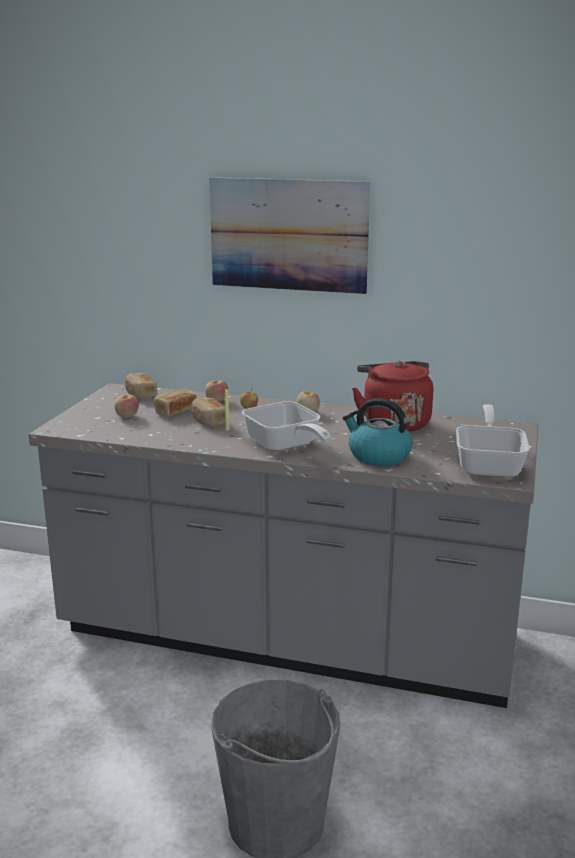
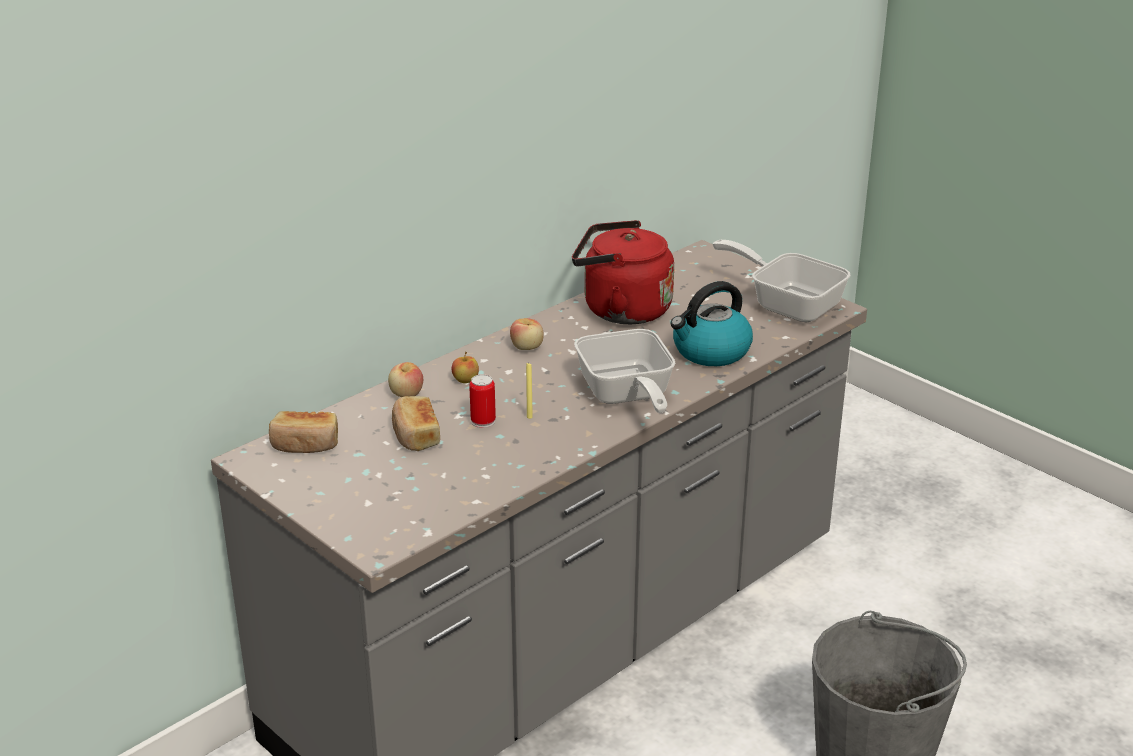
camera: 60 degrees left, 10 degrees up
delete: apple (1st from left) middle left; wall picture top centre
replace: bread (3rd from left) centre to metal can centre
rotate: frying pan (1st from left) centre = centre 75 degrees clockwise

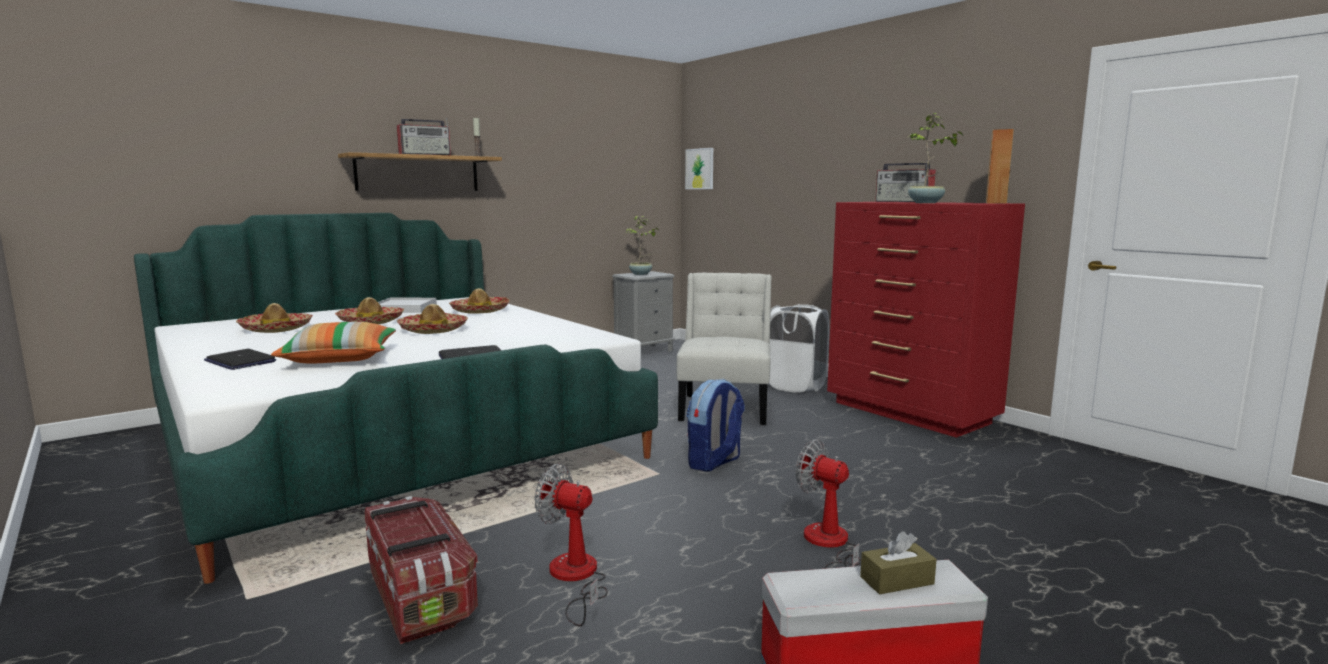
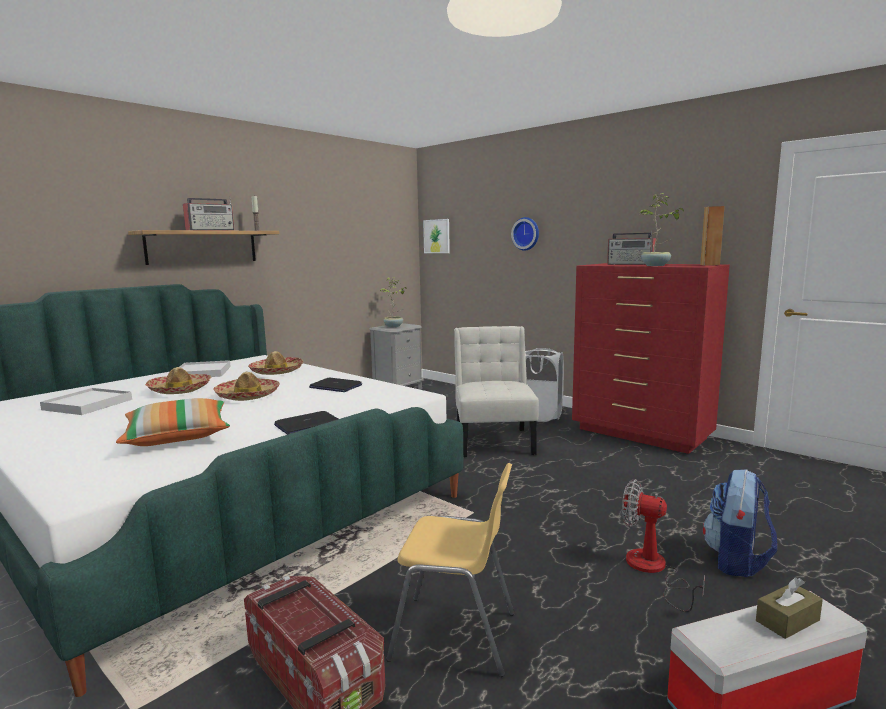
camera: 10 degrees left, 0 degrees up
insert: wall clock top centre
move: portable computer (1st from left in the first image) middle left to portable computer (2nd from left) centre; rucksack centre to bottom right
replace: wearable hat (1st from left) middle left to white serving tray (1st from left) middle left; electric fan (1st from left) bottom centre to yellow chair bottom centre

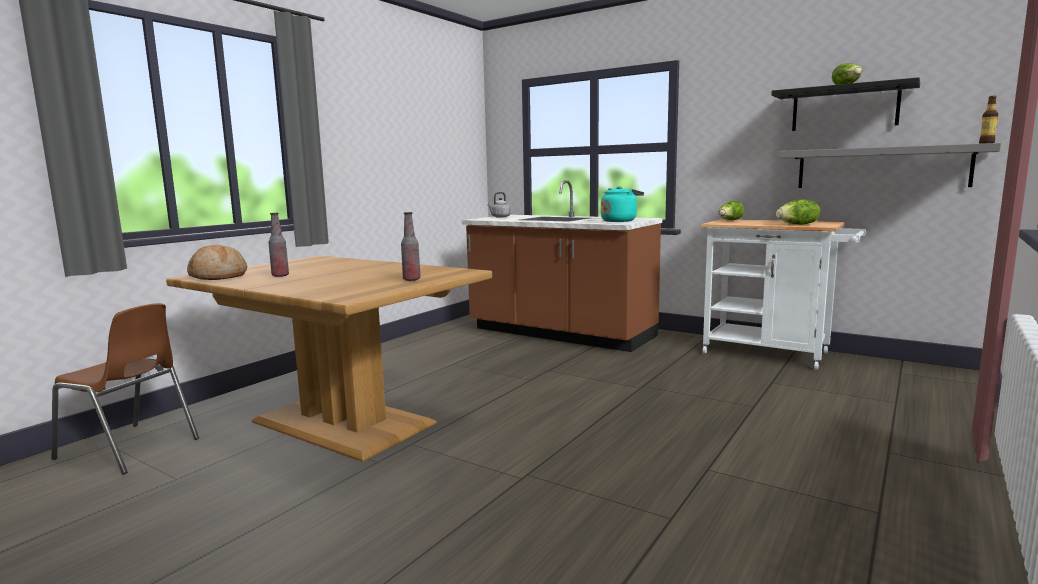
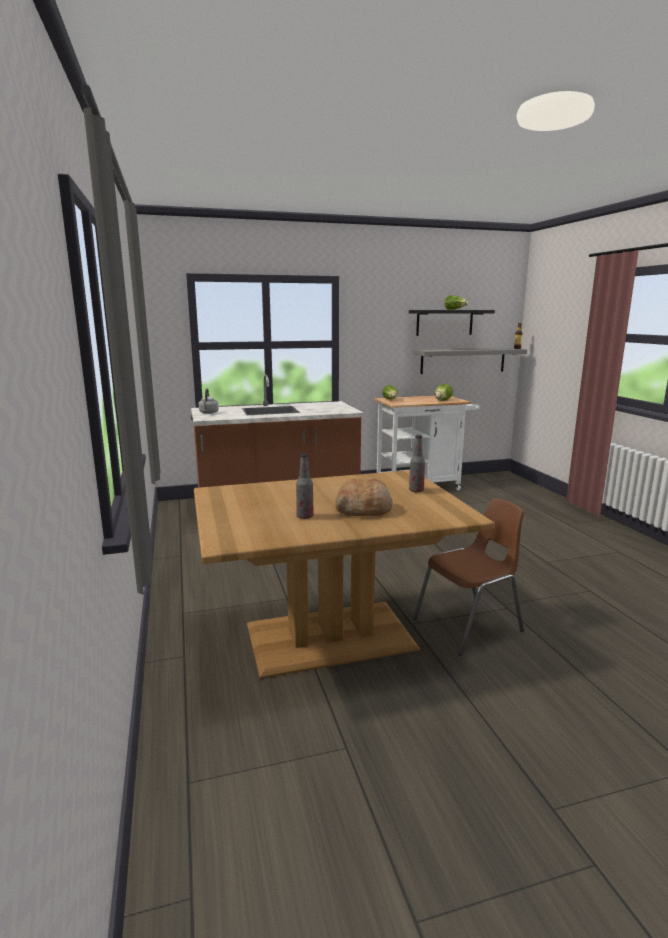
camera: 50 degrees left, 5 degrees up
delete: turquoise-coloured tea kettle centre
move: brown-coloured chair middle left to middle right; bread middle left to centre

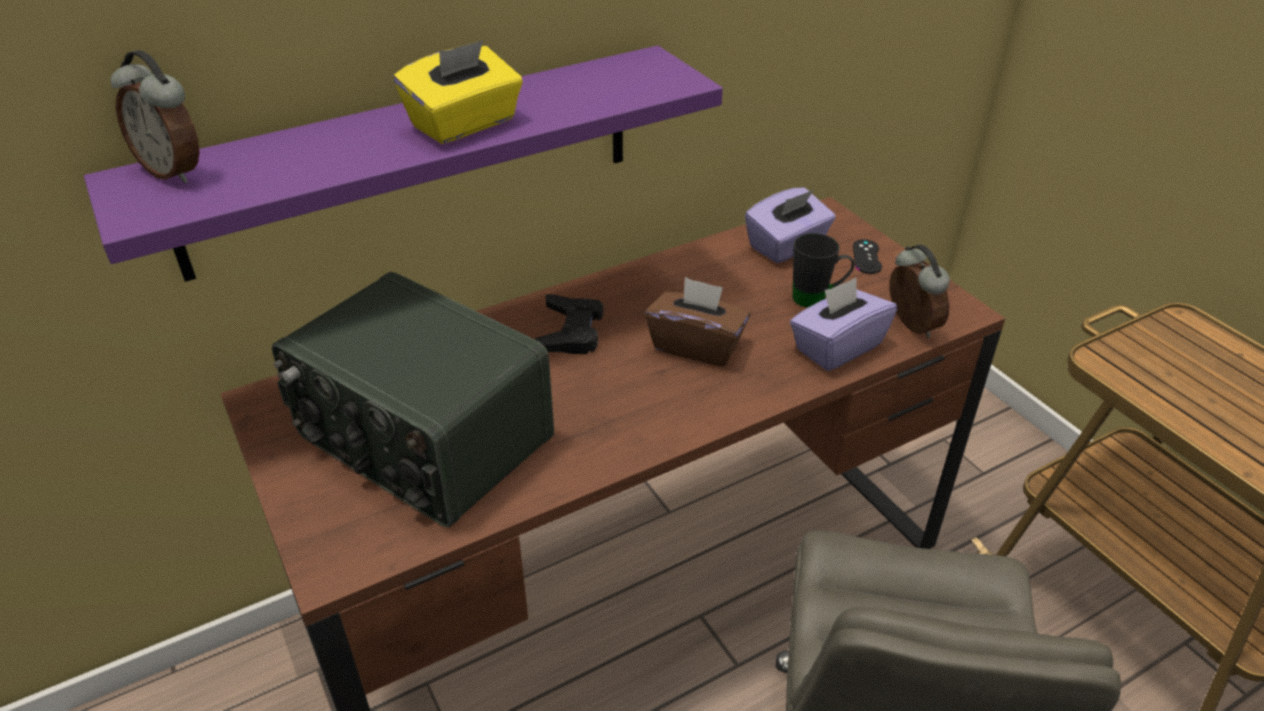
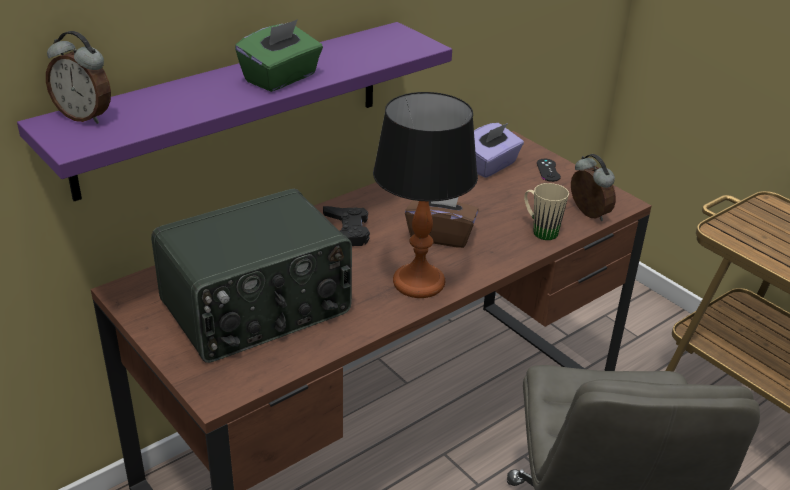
camera: 10 degrees left, 5 degrees down
delete: blackish mug centre
insert: table lamp centre
replace: purple box of tissues (2nd from left) middle right to sand-coloured mug middle right
recolor: yellow box of tissues top centre to green box of tissues top centre
rotate: radio middle left = middle left 60 degrees counterclockwise

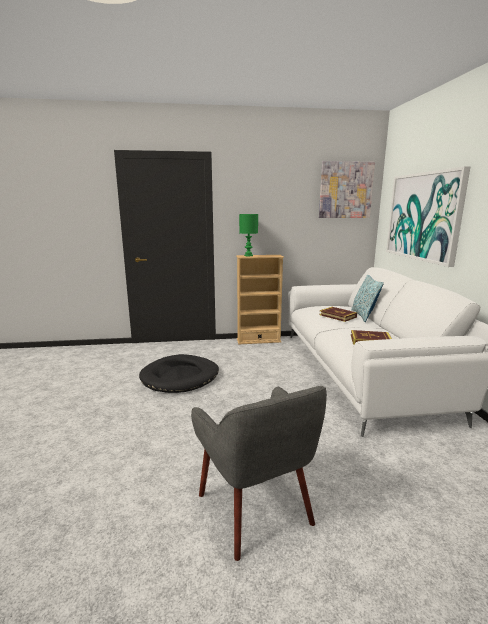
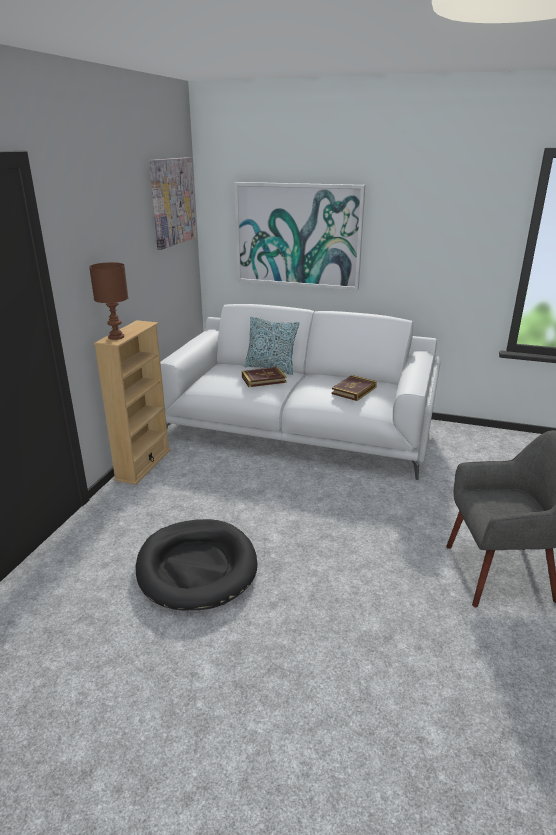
camera: 65 degrees left, 10 degrees up
recolor: green table lamp centre to brown-coloured table lamp middle left

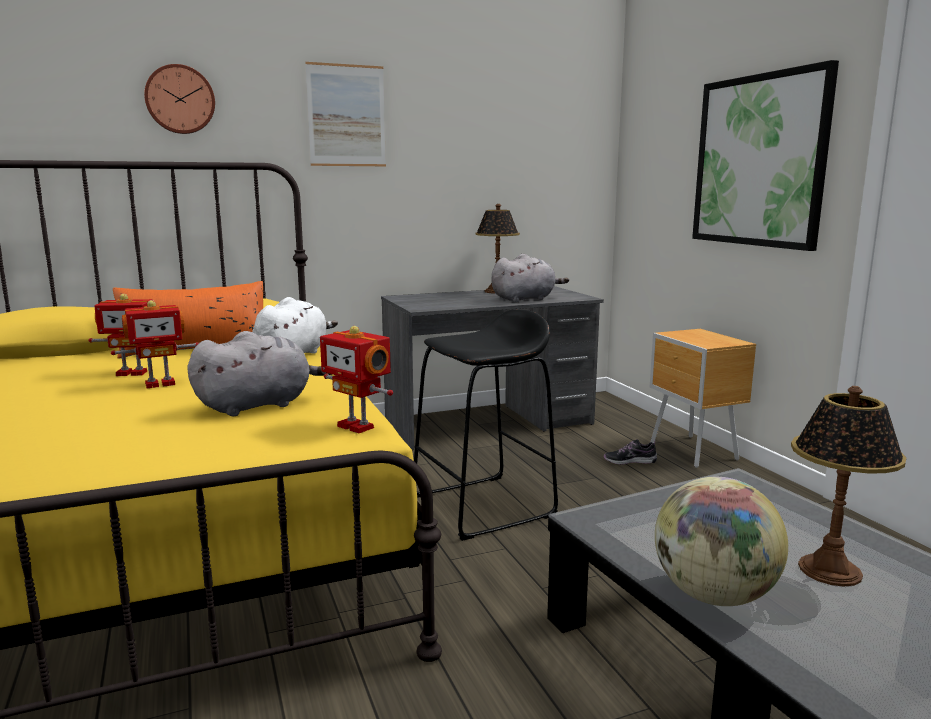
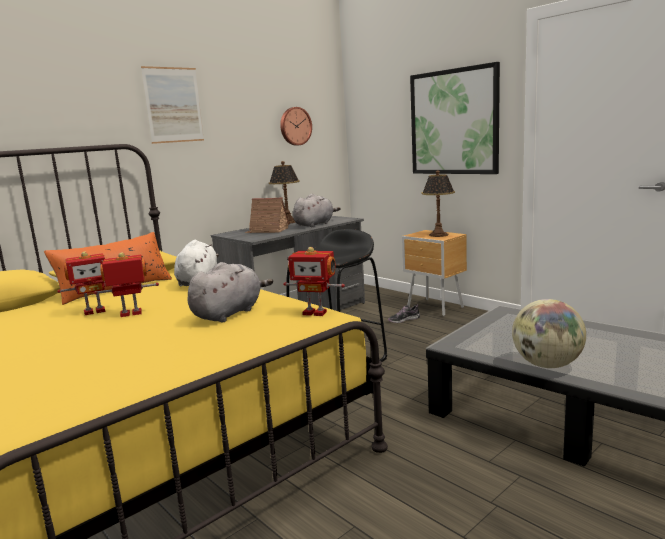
camera: 20 degrees left, 0 degrees up
insert: miniature house centre
move: wall clock top left to top centre; table lamp (2nd from left) bottom right to centre
rotate: robot figure (2nd from left) middle left = middle left 150 degrees counterclockwise

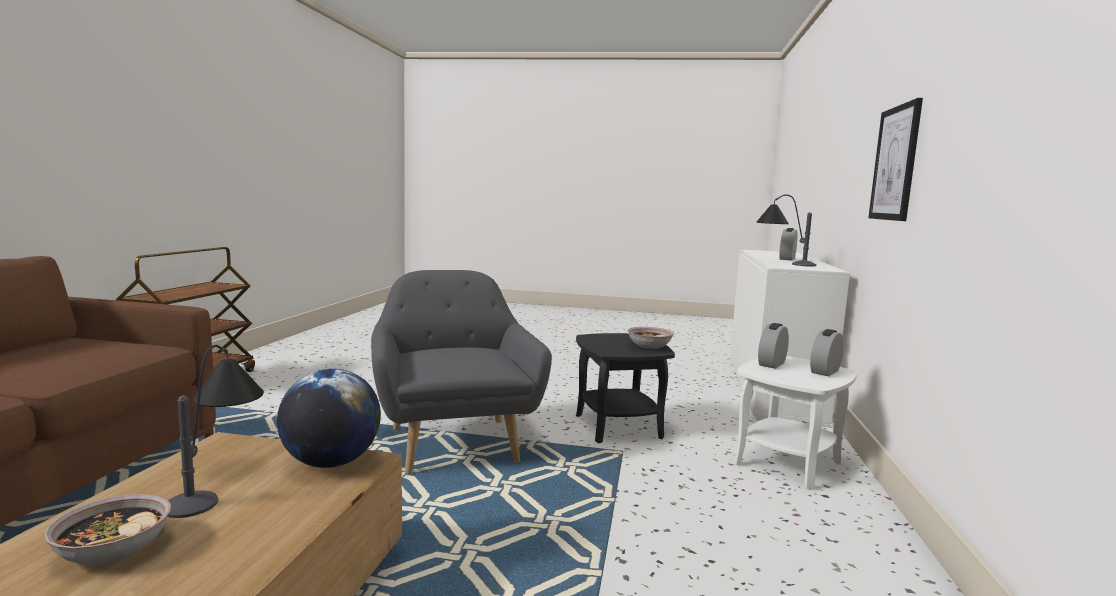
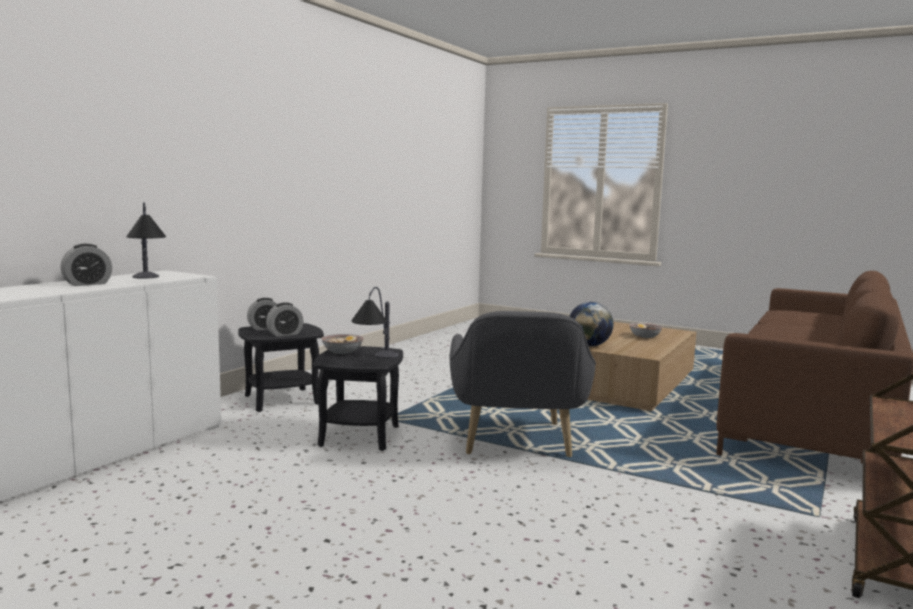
camera: 160 degrees left, 0 degrees up
delete: wall picture top right
move: table lamp (1st from left in the first image) bottom left to table lamp (2nd from left) centre
recolor: white side table bottom right to blackish side table (1st from left) middle left

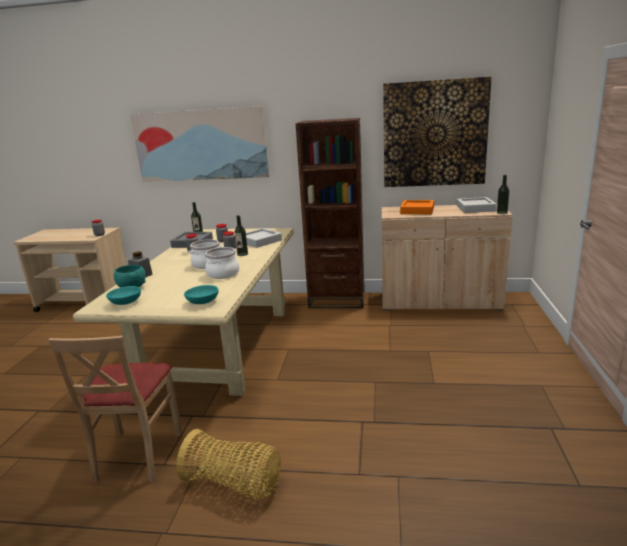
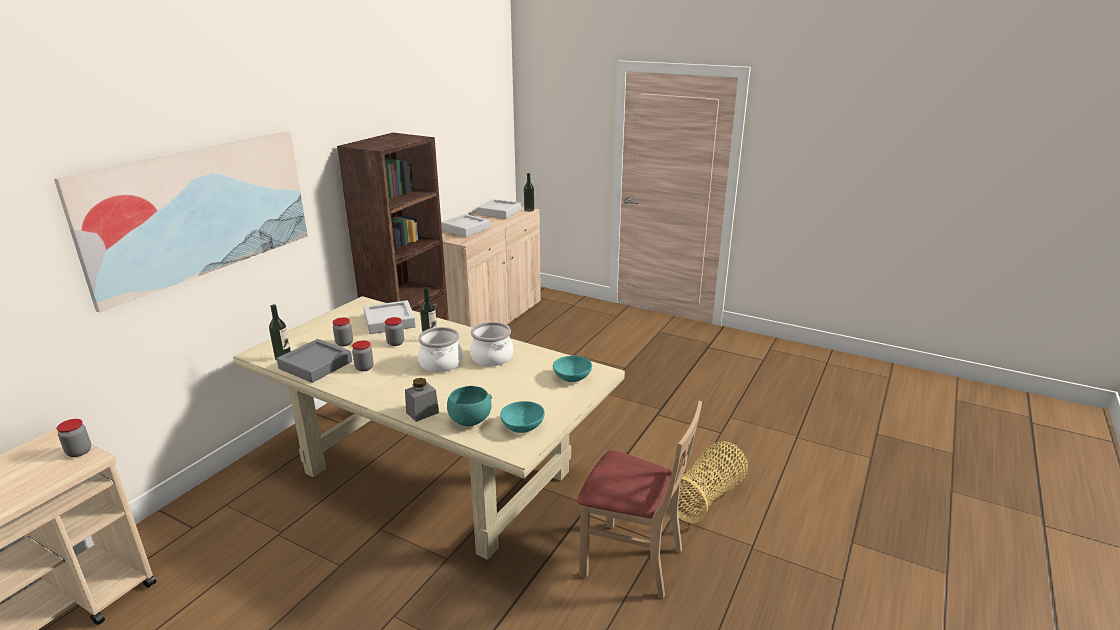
camera: 70 degrees left, 5 degrees up
delete: wall picture (2nd from left) top right
recolor: orange-coloured serving tray centre to grey serving tray (3rd from left) centre

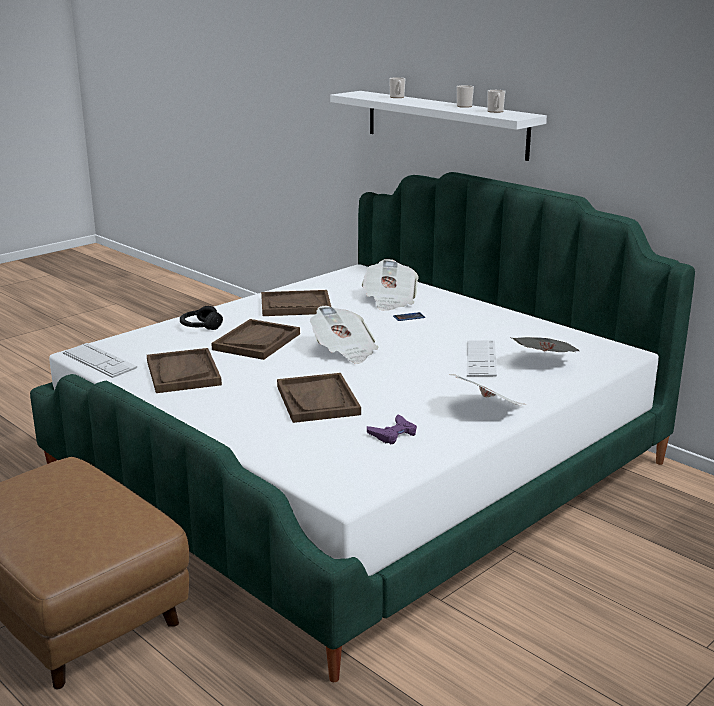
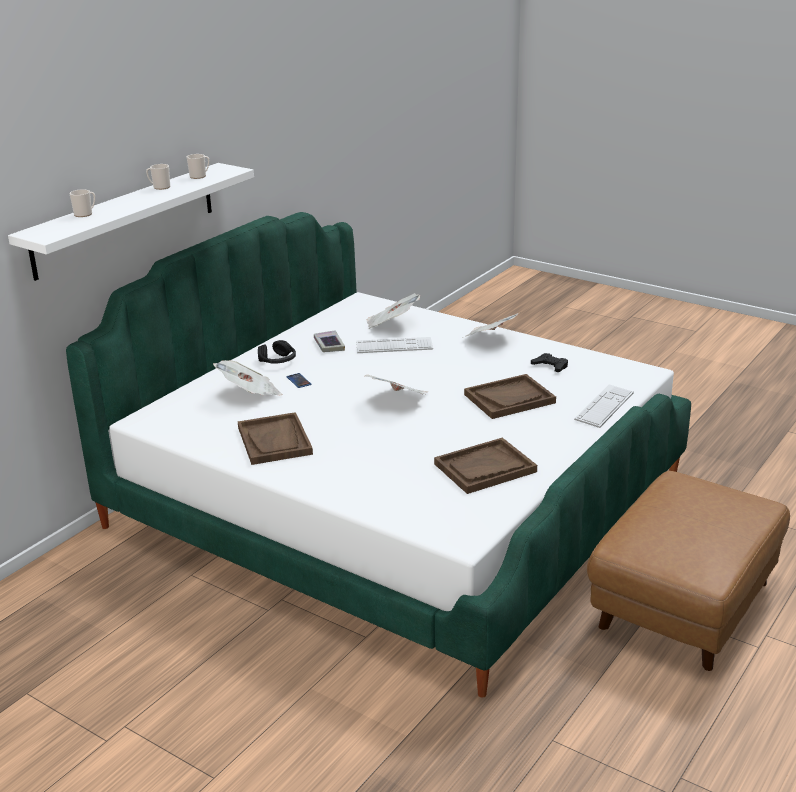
camera: 100 degrees left, 5 degrees up
delete: brown-coloured serving tray (2nd from left) centre
insert: book centre
move: PC keyboard (1st from left in the first image) middle left to PC keyboard (2nd from left) middle right; blackish headphones middle left to centre
recolor: purple gamepad centre to blackish gamepad middle right

